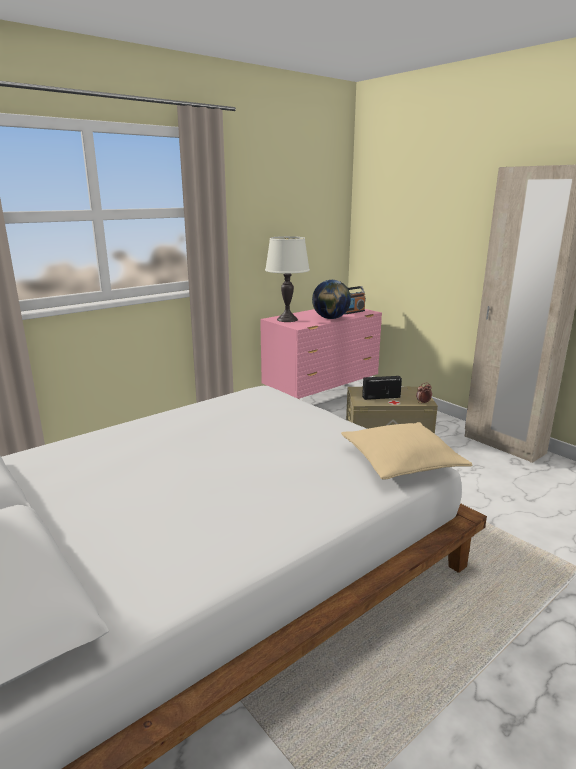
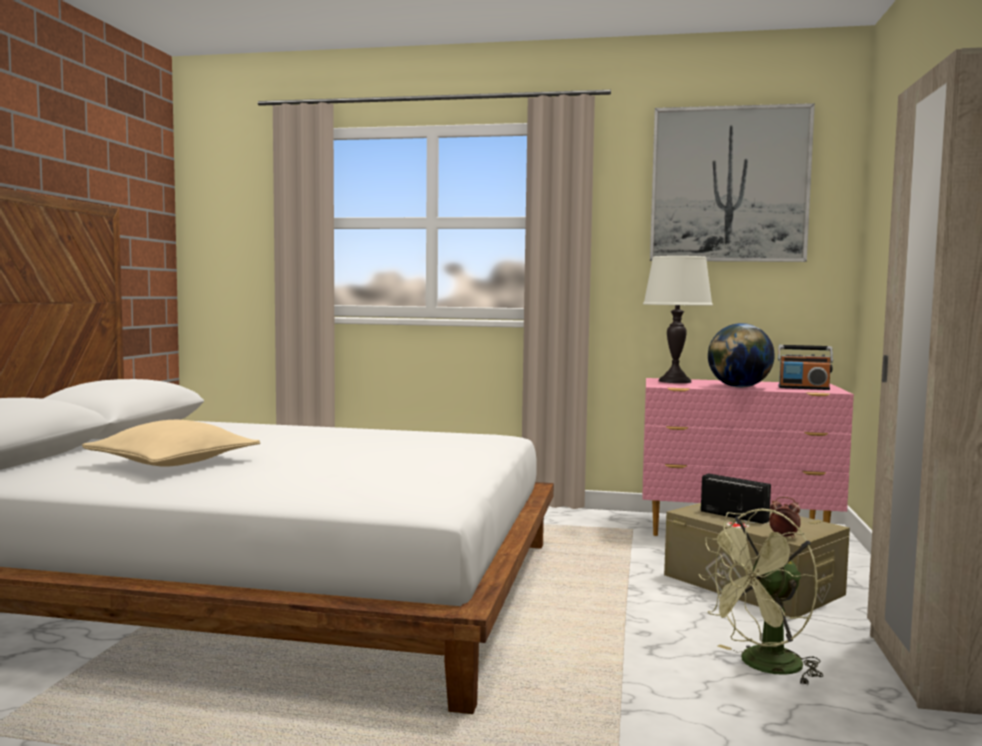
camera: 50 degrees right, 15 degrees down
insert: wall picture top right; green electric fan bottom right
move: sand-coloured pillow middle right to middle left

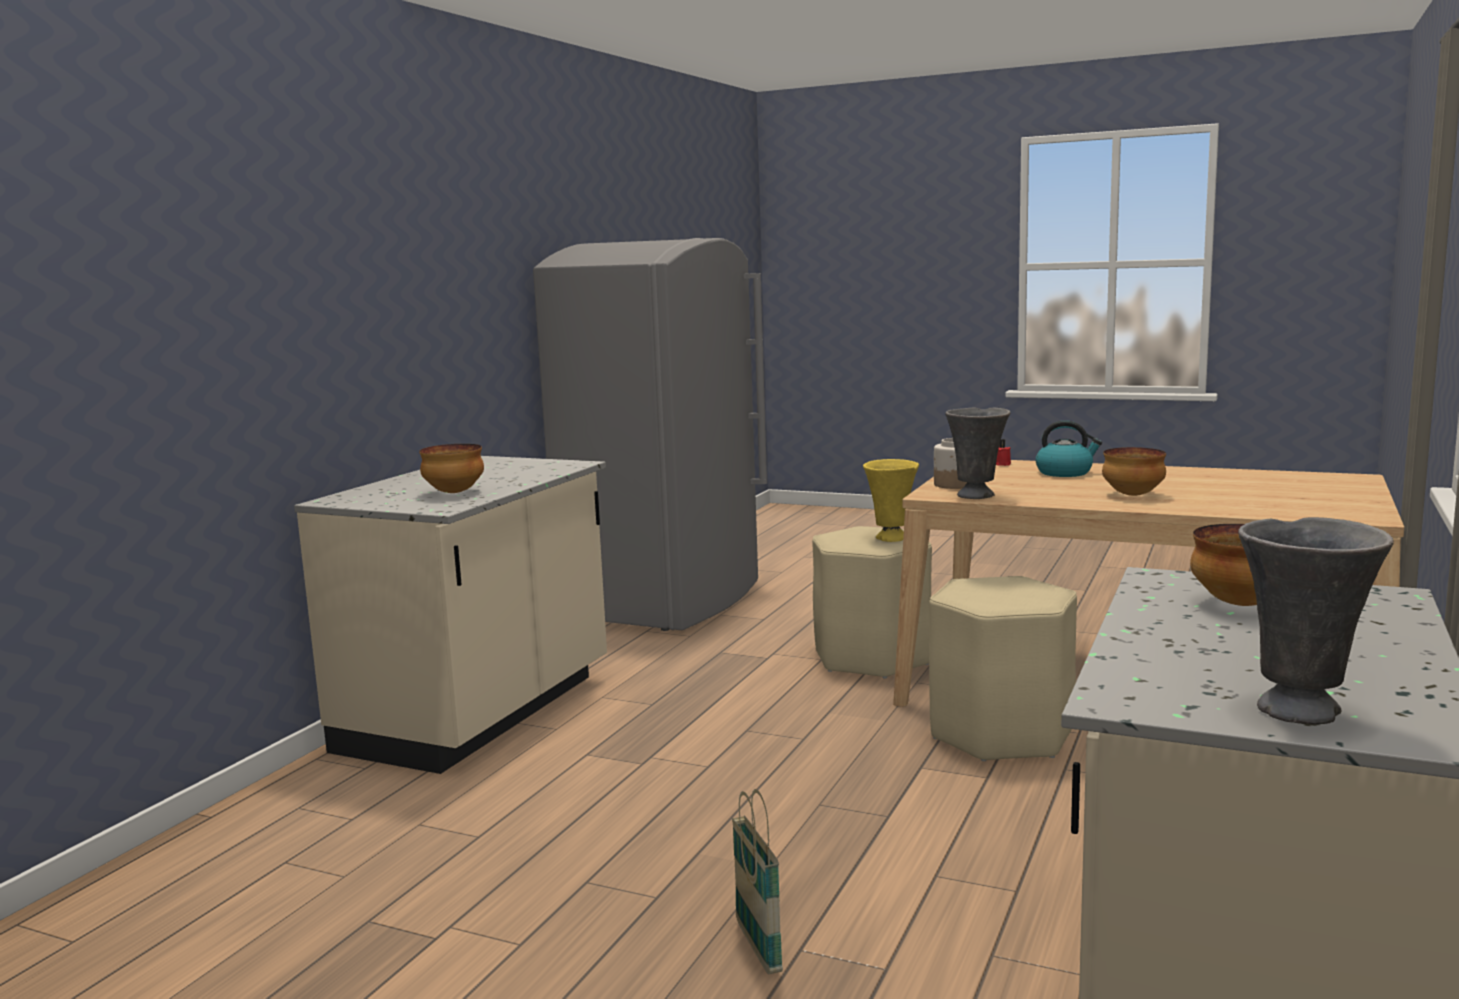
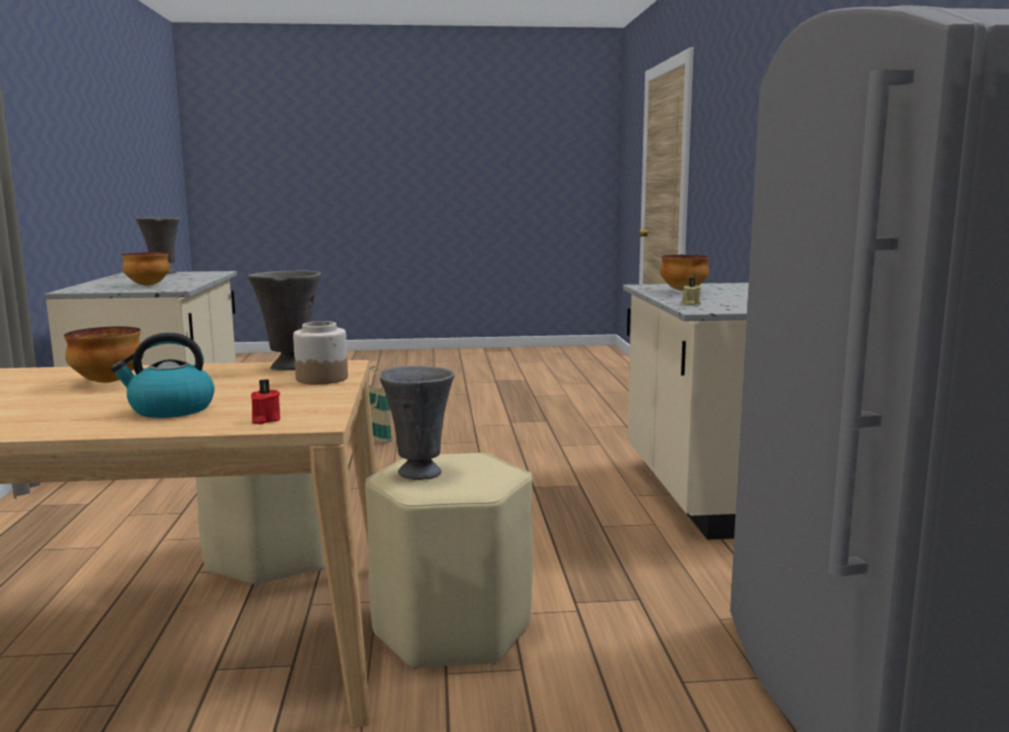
camera: 150 degrees right, 0 degrees up
insert: sand-coloured wax light middle right
recolor: yellow decorative vase centre to grey decorative vase (3rd from left) centre

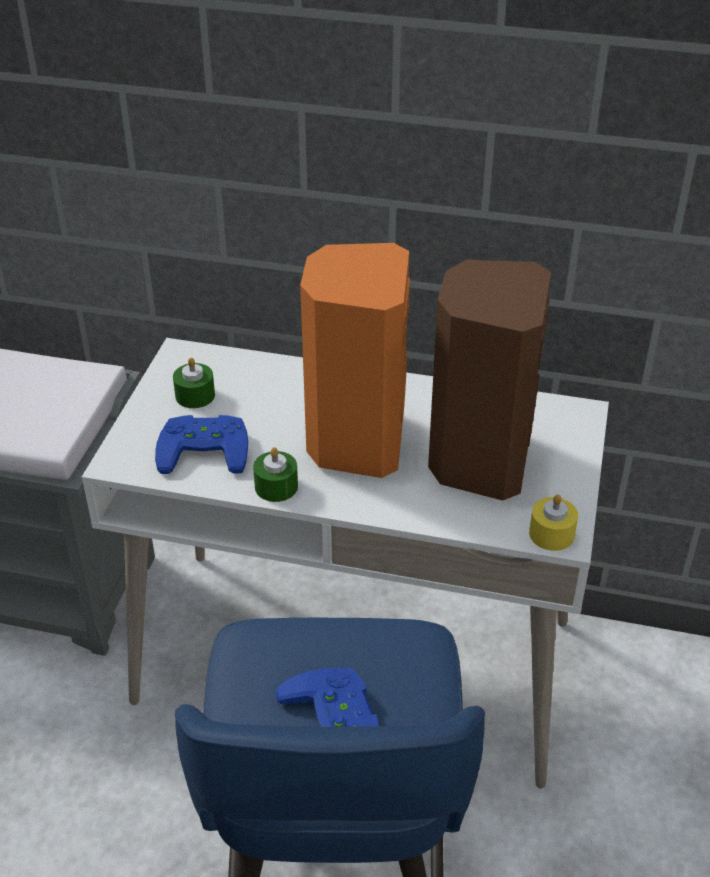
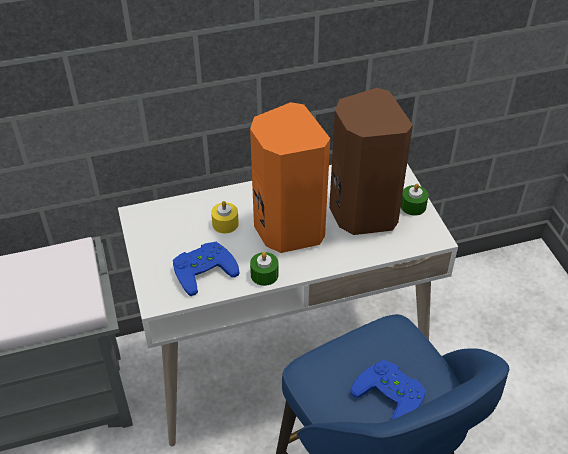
camera: 30 degrees left, 5 degrees up
move: green wax light (1st from left in the first image) middle left to green wax light (2nd from left) middle right; yellow wax light middle right to centre

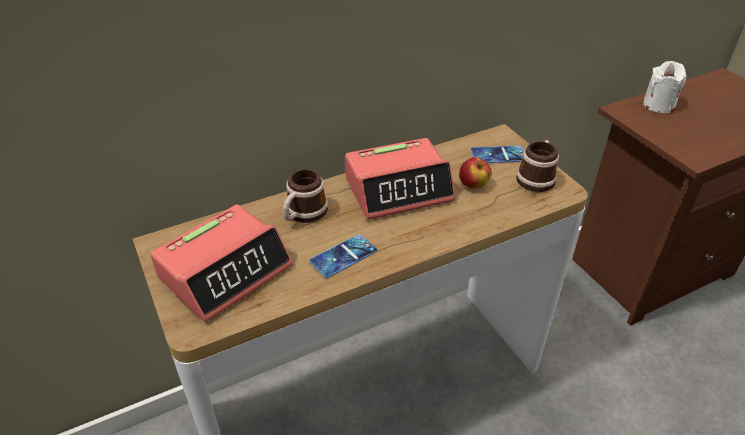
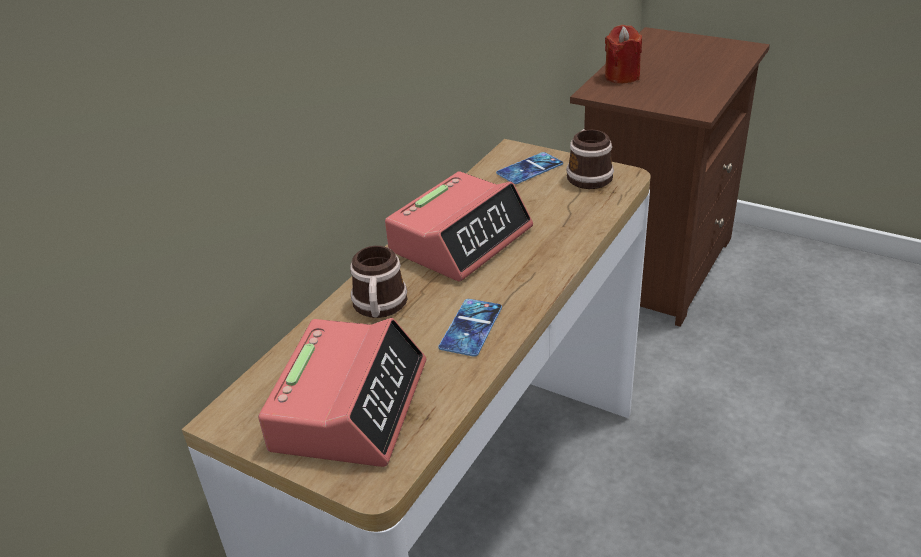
camera: 30 degrees left, 5 degrees down
delete: apple centre
recolor: white wax light top right to red wax light top right

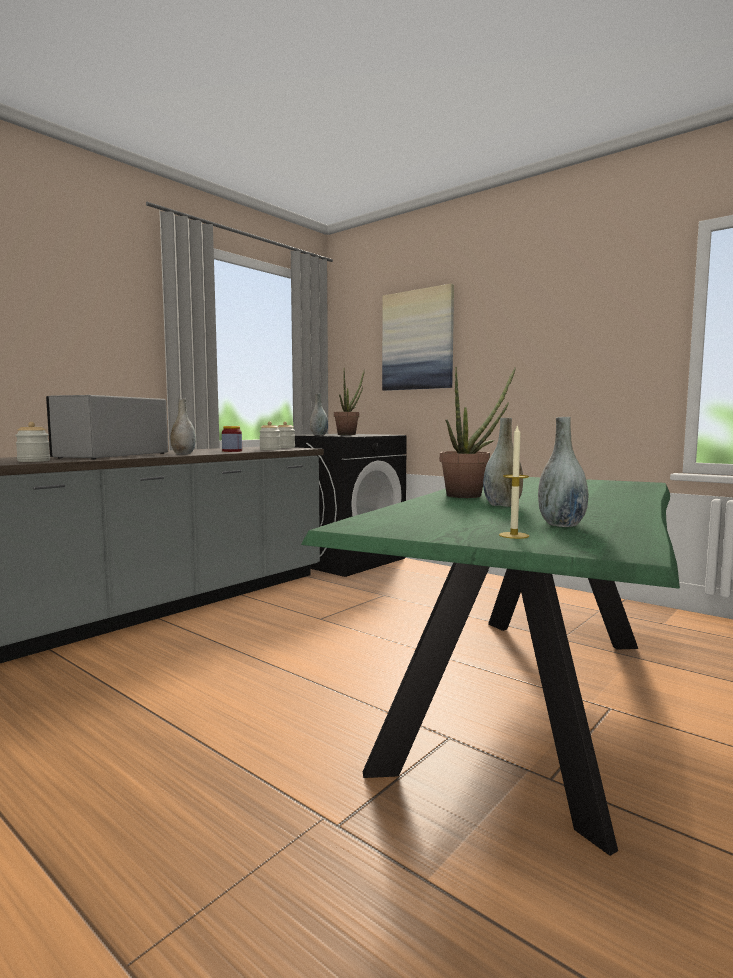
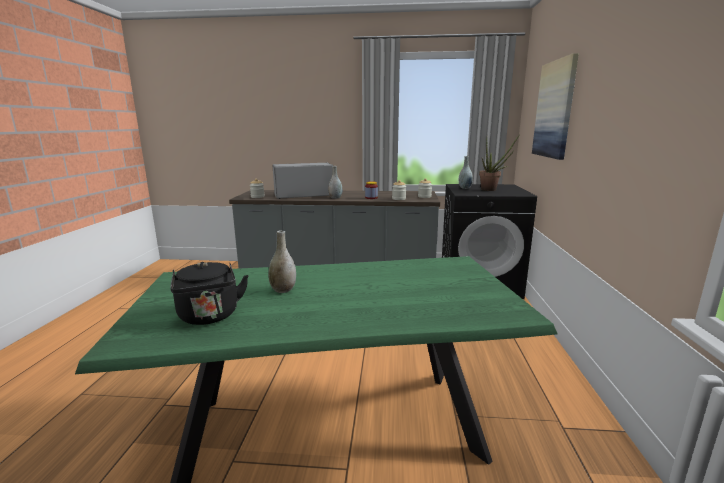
camera: 55 degrees right, 10 degrees up
delete: houseplant (2nd from left) centre; wax light middle right
replace: grey decorative vase (4th from left) middle right to blackish tea kettle middle left

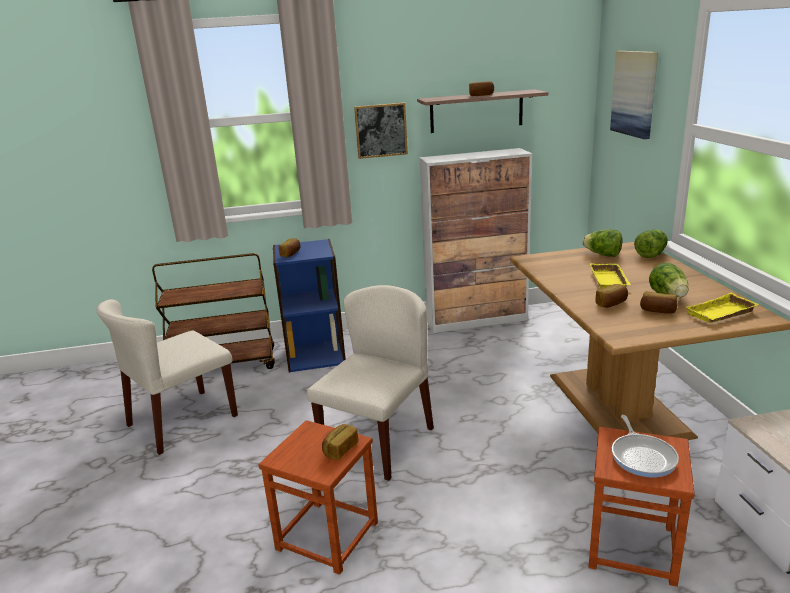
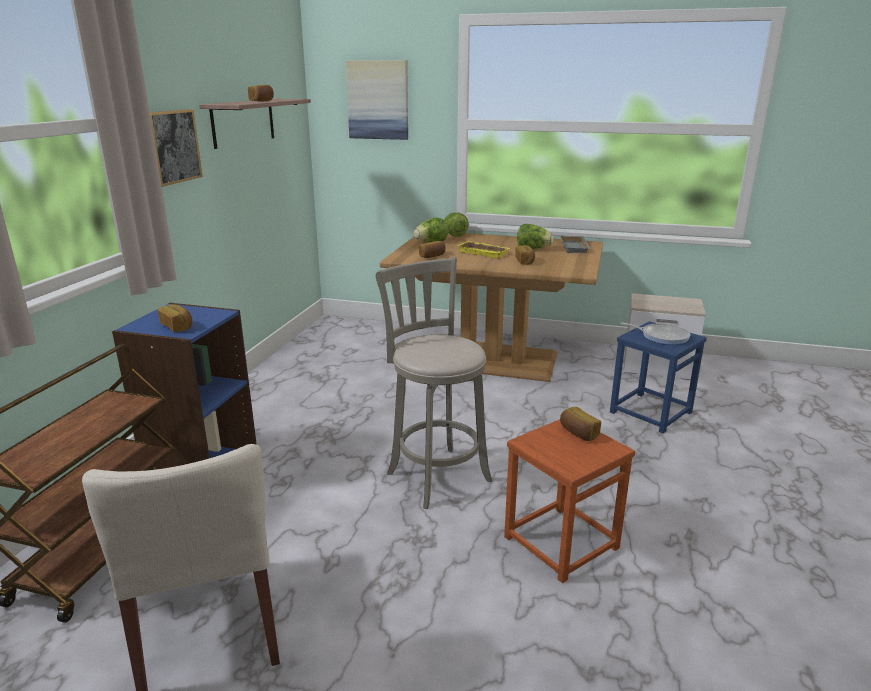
camera: 65 degrees left, 0 degrees up
delete: storage cabinet centre
move: bread (5th from left in the first image) middle right to bread (3rd from left) centre
replace: sand-coloured chair (2nd from left) centre to grey sitting stool centre
recolor: brown-coloured sitting stool (2nd from left) bottom right to blue sitting stool middle right; yellow serving tray (2nd from left) middle right to grey serving tray centre

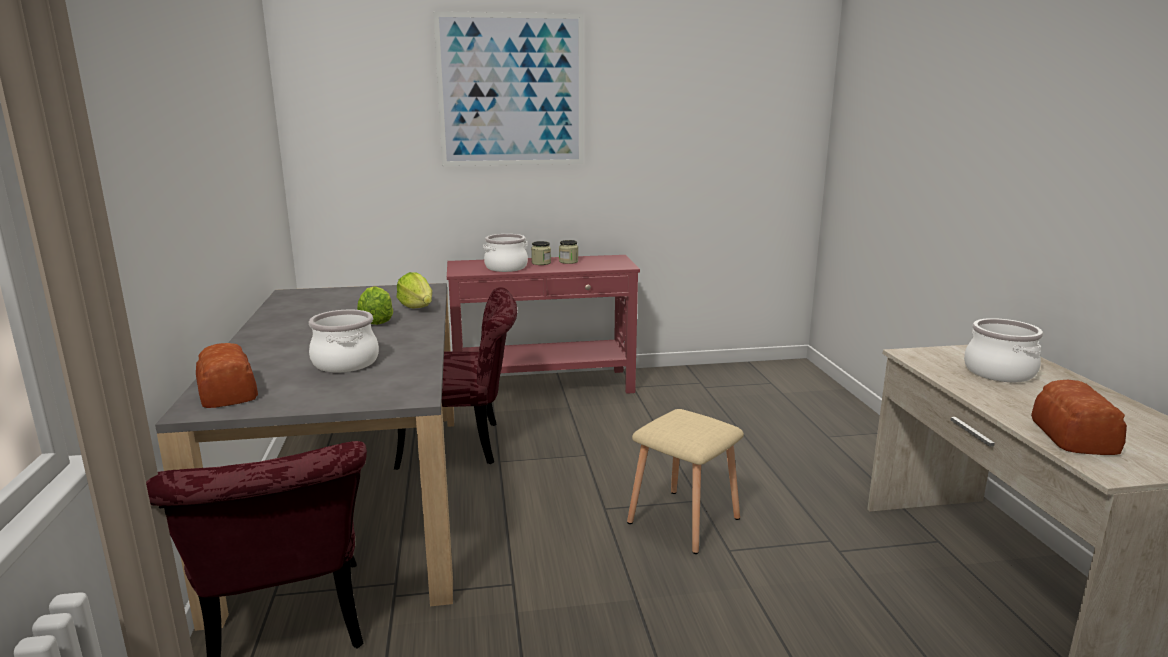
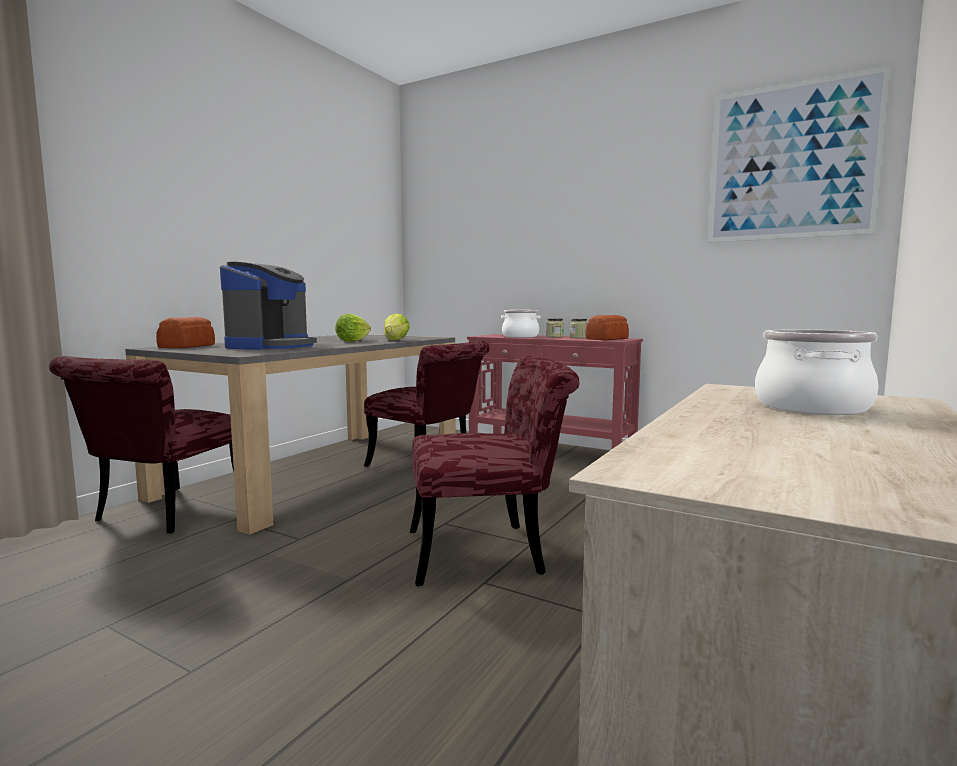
camera: 40 degrees right, 10 degrees down
move: wall picture top centre to top right; bread (2nd from left) middle right to centre
replace: stockpot (1st from left) middle left to coffee maker middle left; sand-coloured sitting stool bottom centre to red chair (3rd from left) centre

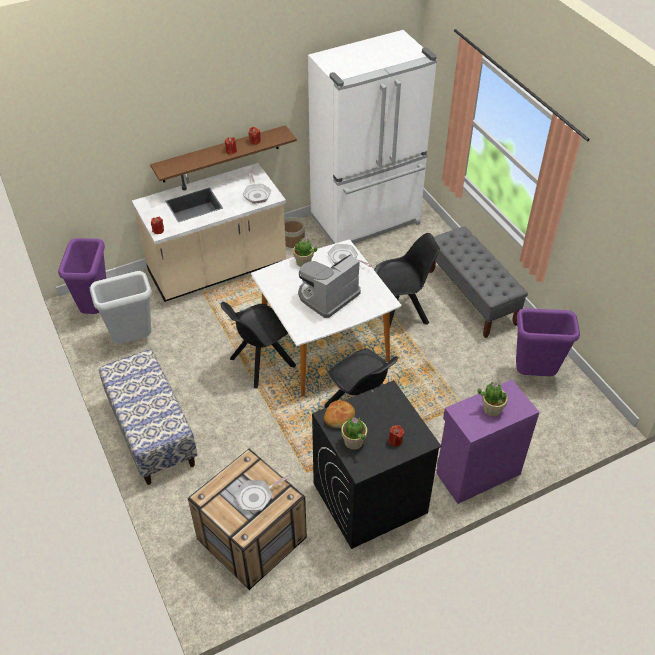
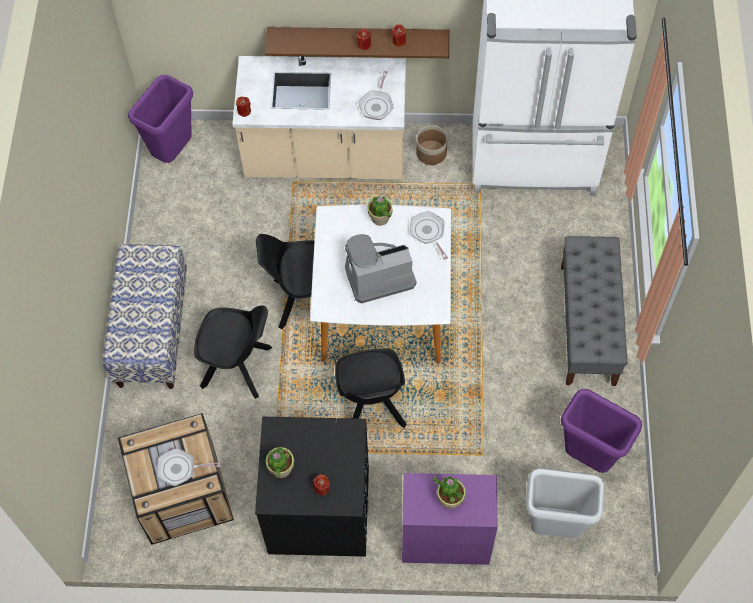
camera: 30 degrees right, 15 degrees up
delete: bread centre
move: grey waste bin middle left to bottom right; blackish chair (3rd from left in the first image) centre to blackish chair (1st from left) middle left

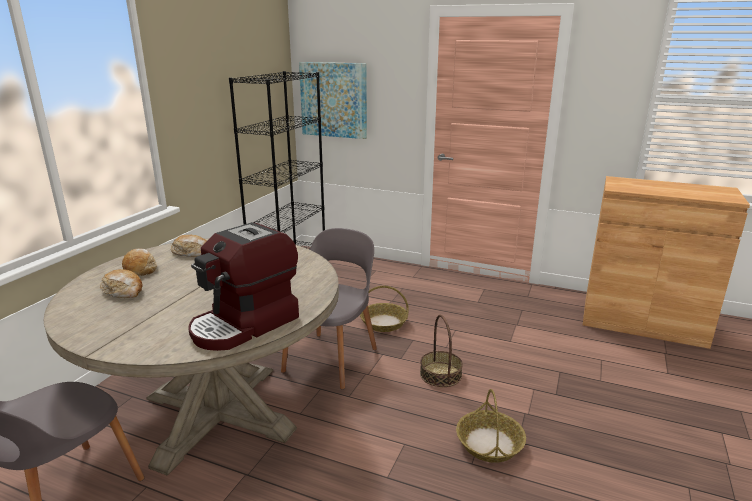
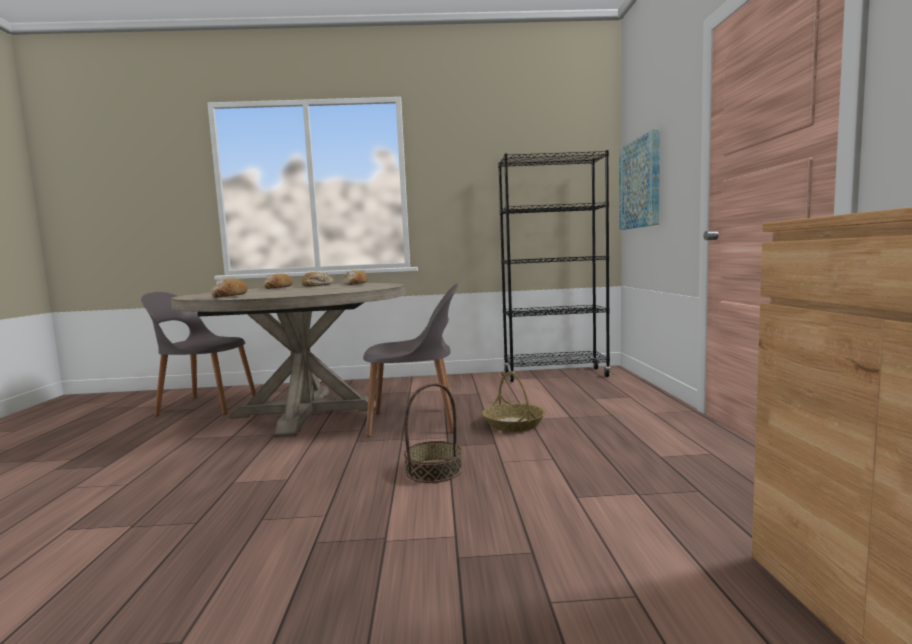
camera: 65 degrees right, 15 degrees down
delete: basket (3rd from left) bottom centre
replace: coffee maker middle left to bread (1st from left) middle left

